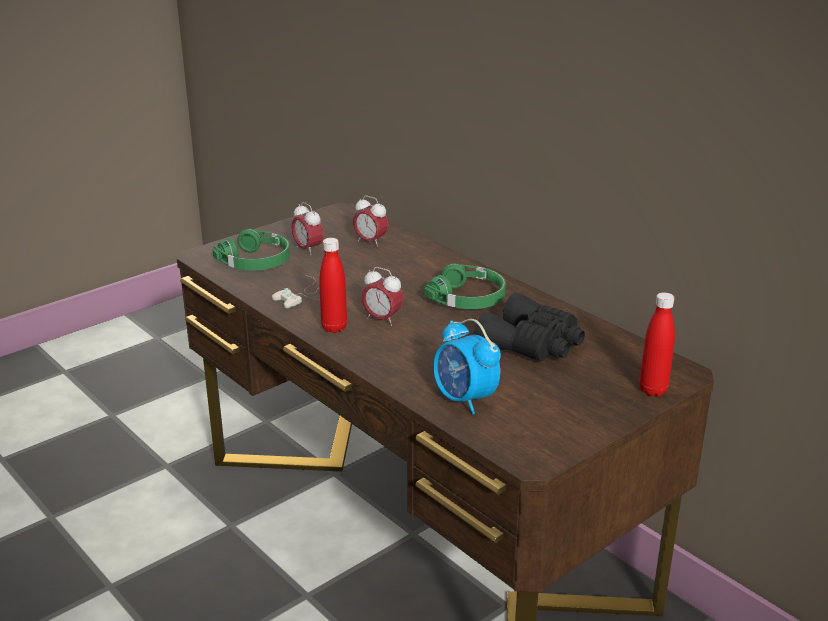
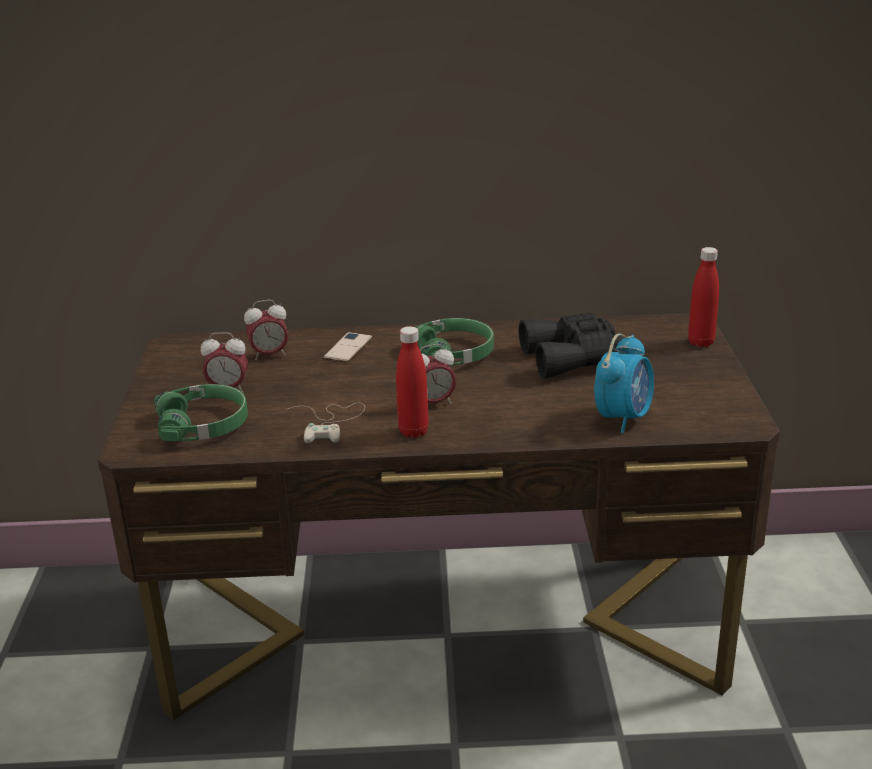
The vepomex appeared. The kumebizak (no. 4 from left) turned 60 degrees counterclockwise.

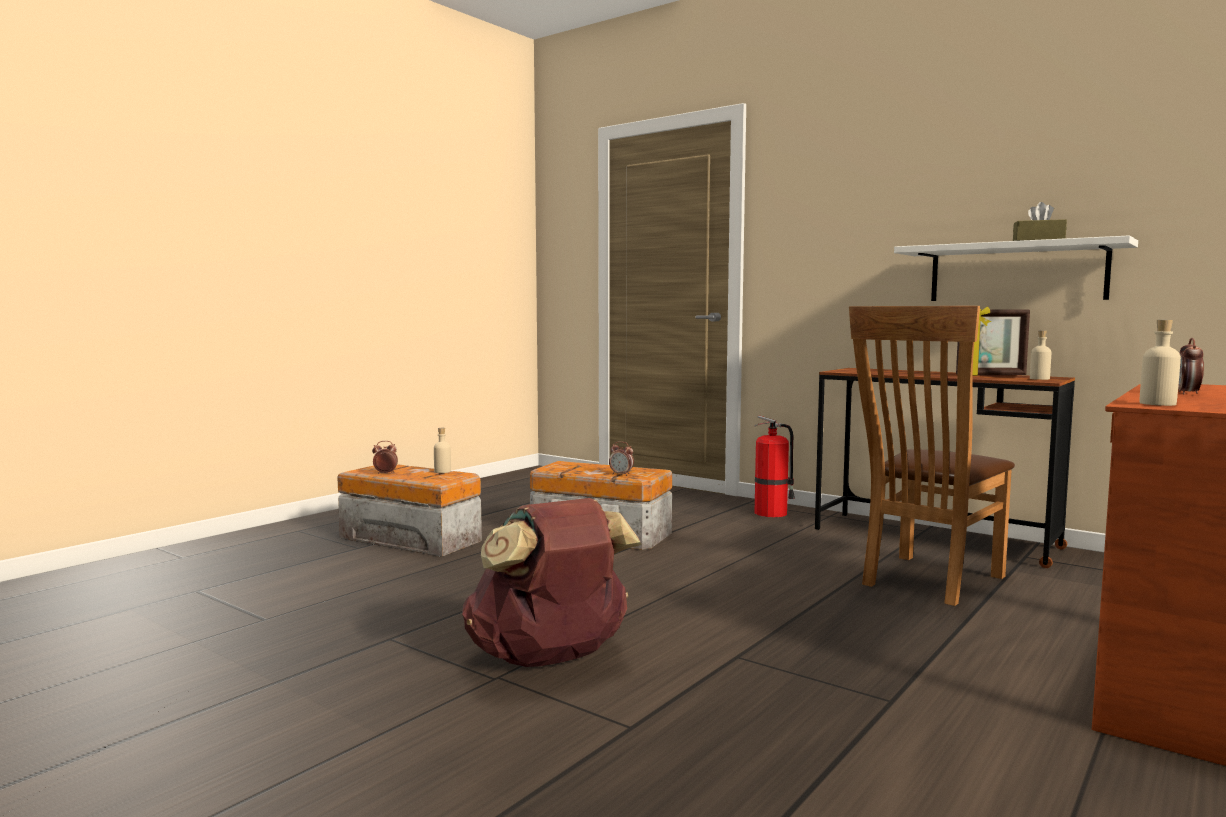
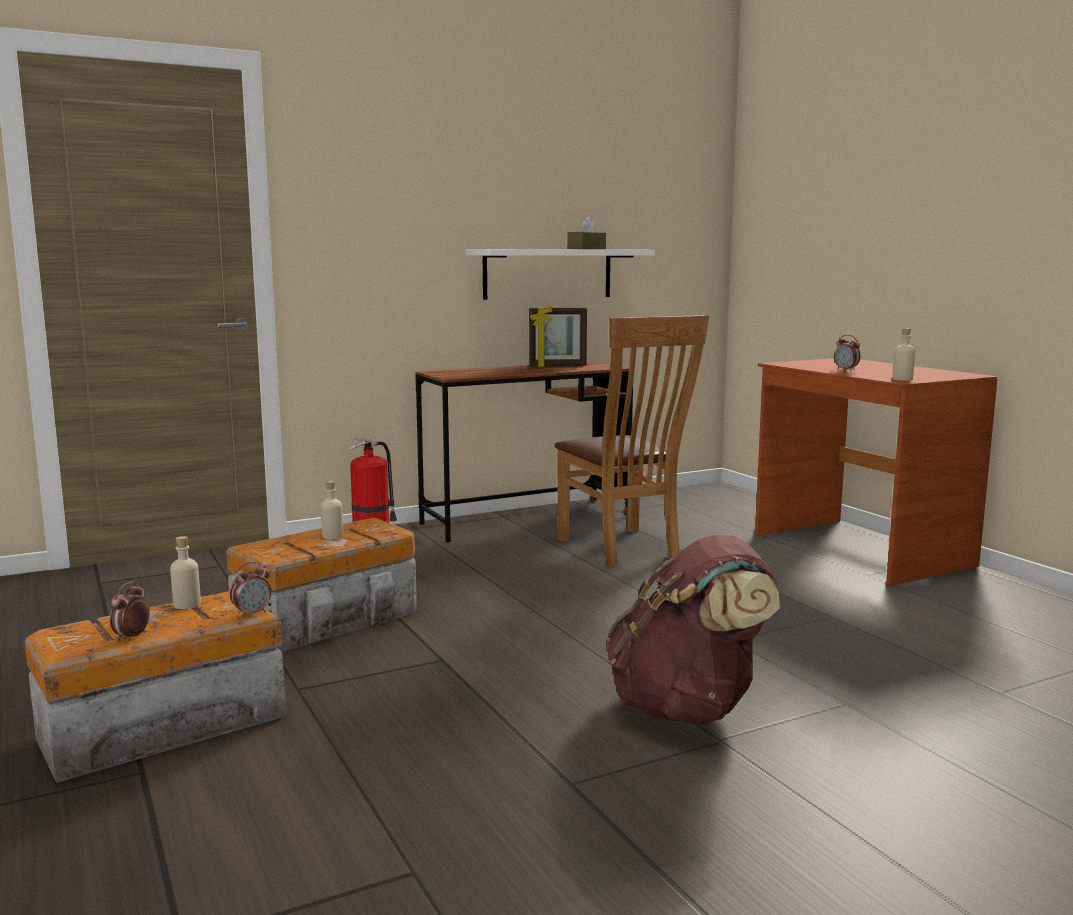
The kumebizak (no. 2 from left) moved. The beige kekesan (no. 2 from left) moved. The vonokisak turned 60 degrees clockwise.

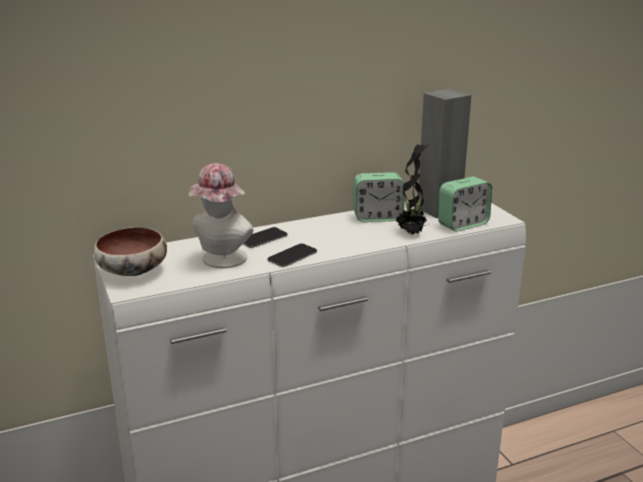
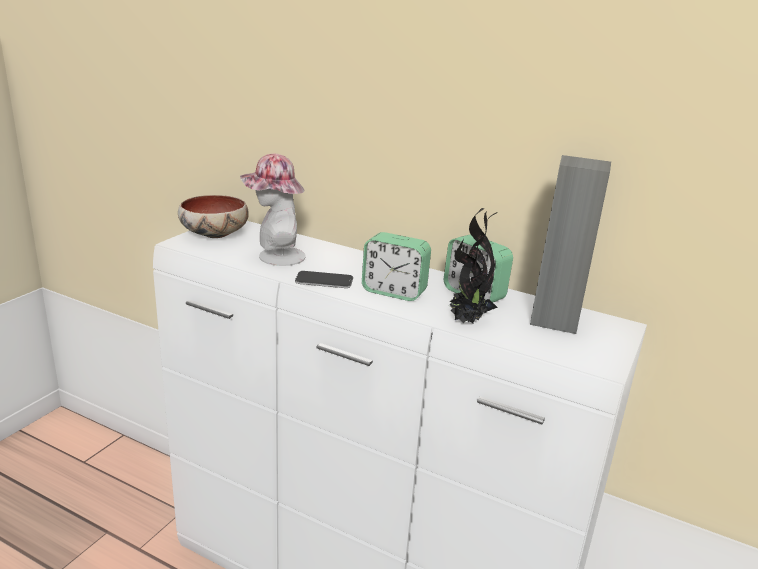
The vepomex (no. 1 from left) disappeared. The kumebizak (no. 2 from left in the first image) moved.

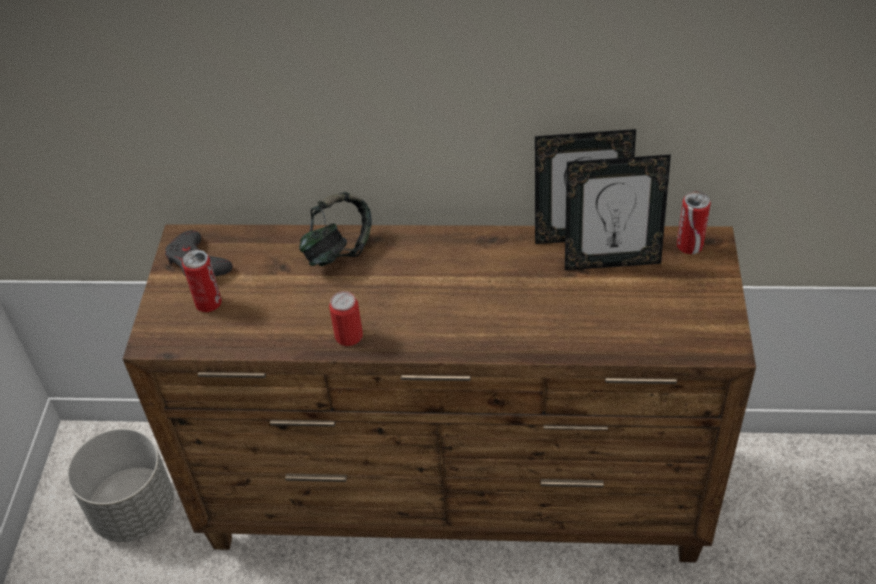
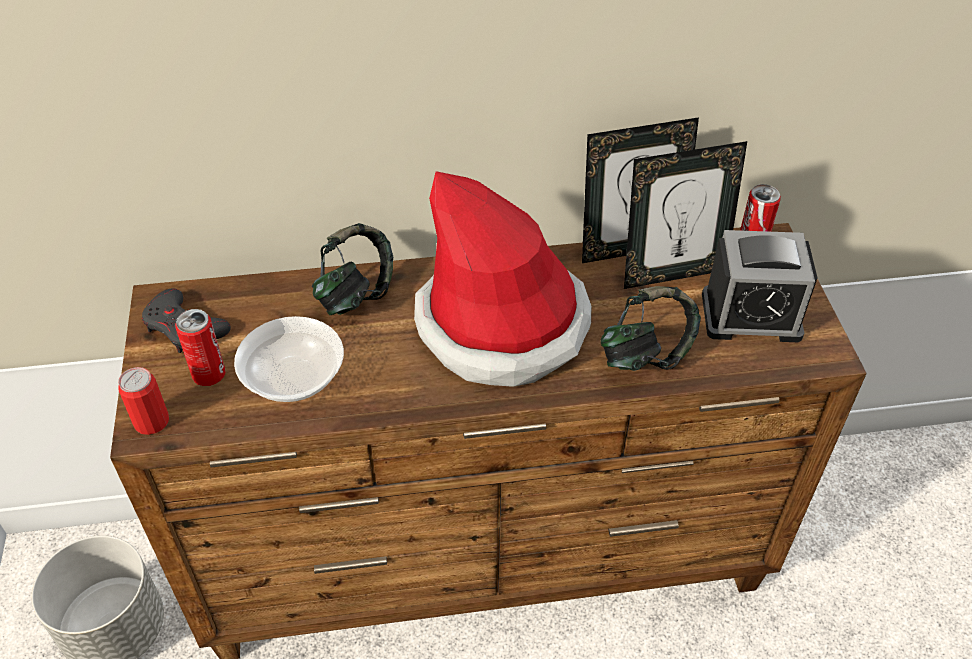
The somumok appeared. The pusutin appeared. The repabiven (no. 2 from left) appeared. The kumebizak appeared. The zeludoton (no. 2 from left in the first image) moved.

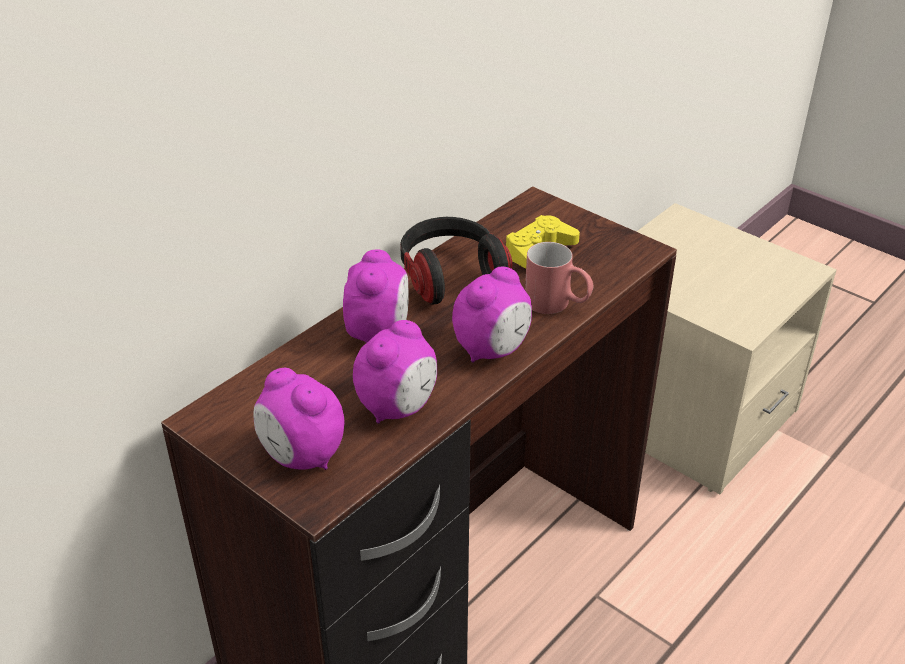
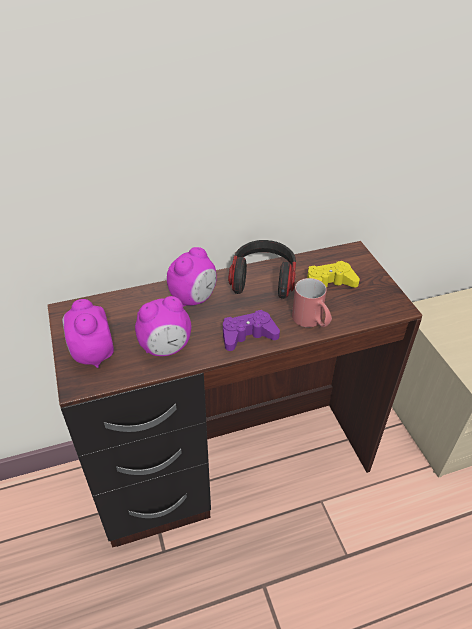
The kumebizak (no. 4 from left) was replaced by the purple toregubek.

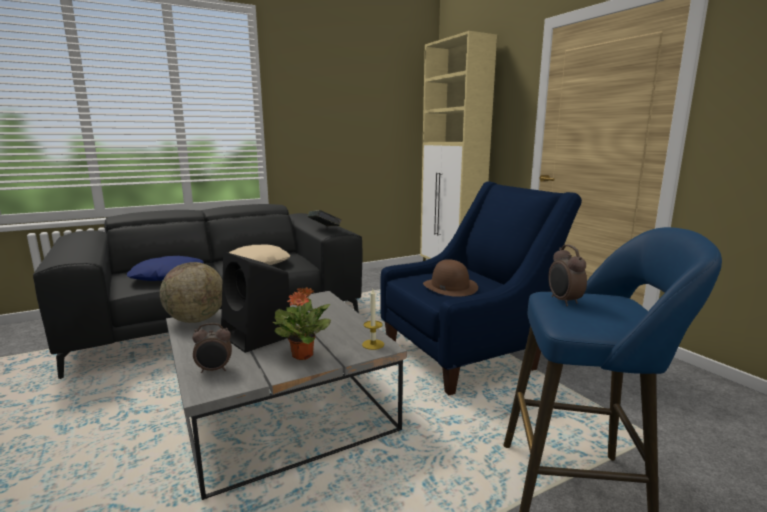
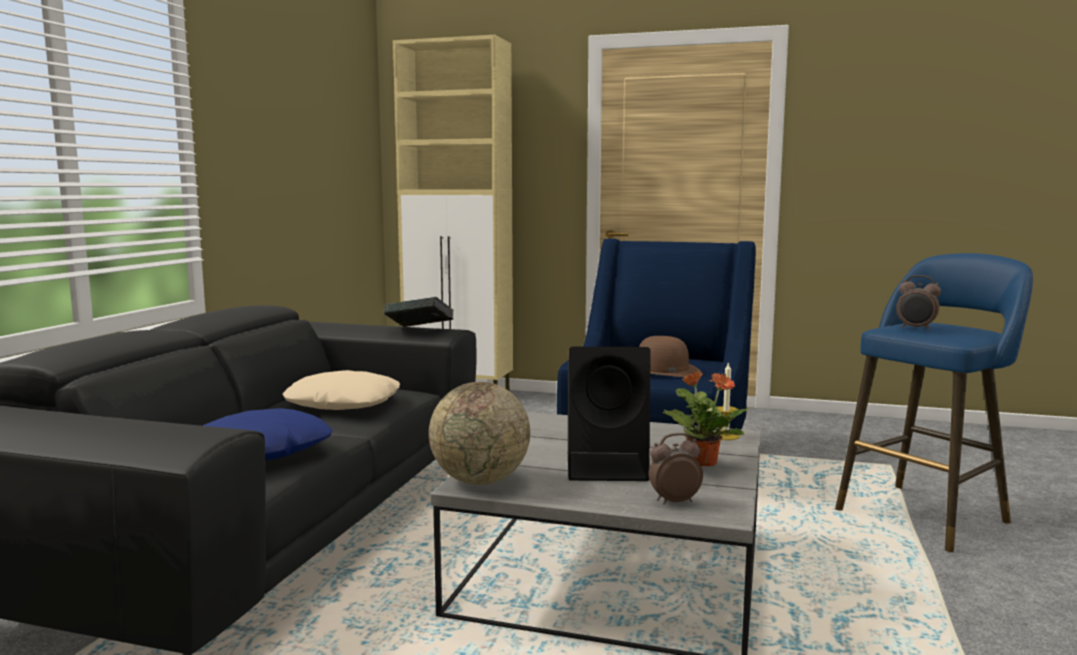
The kumebizak (no. 1 from left) turned 135 degrees counterclockwise.

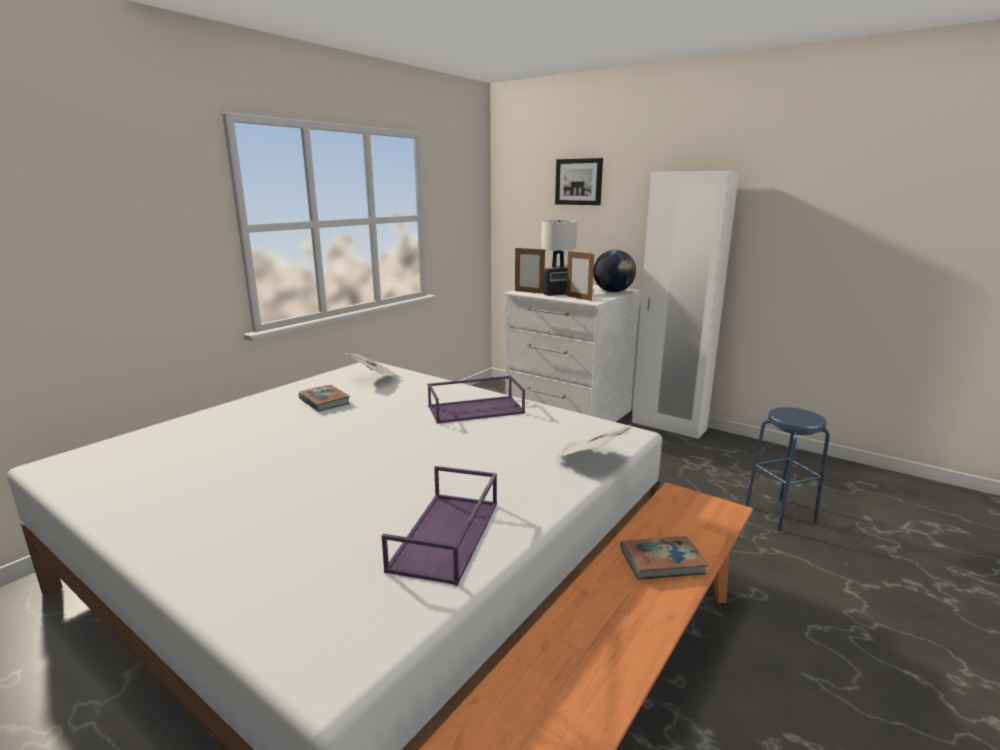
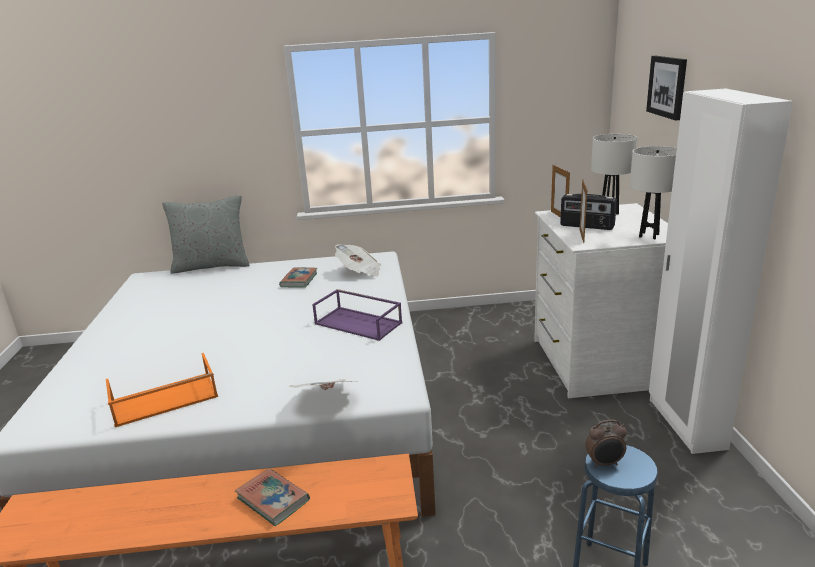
The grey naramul appeared. The kumebizak appeared. The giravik was replaced by the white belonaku (no. 2 from left). The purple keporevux (no. 1 from left) became the orange keporevux.

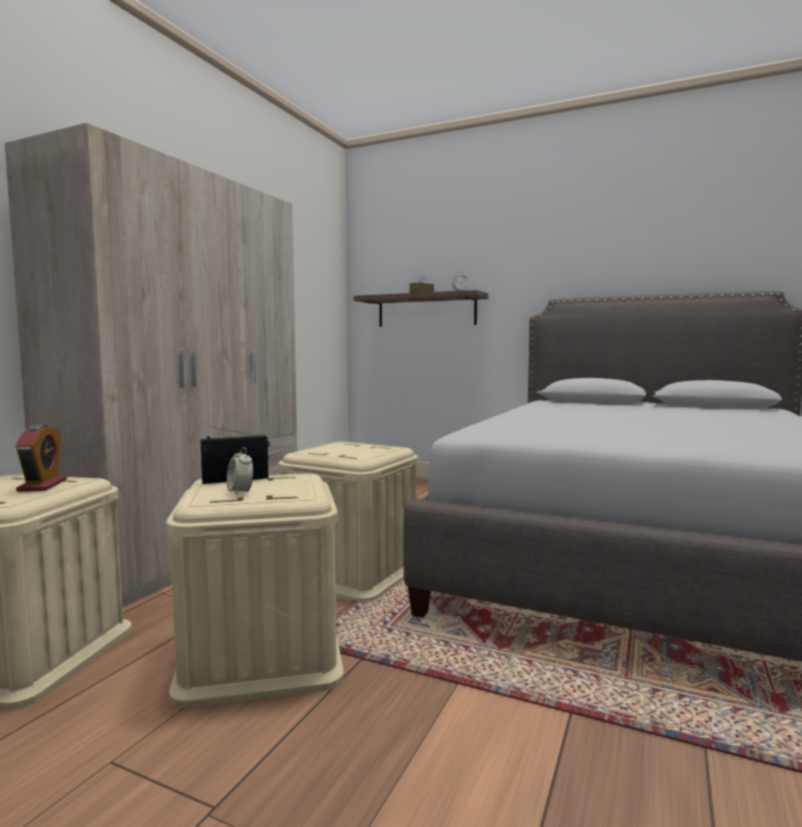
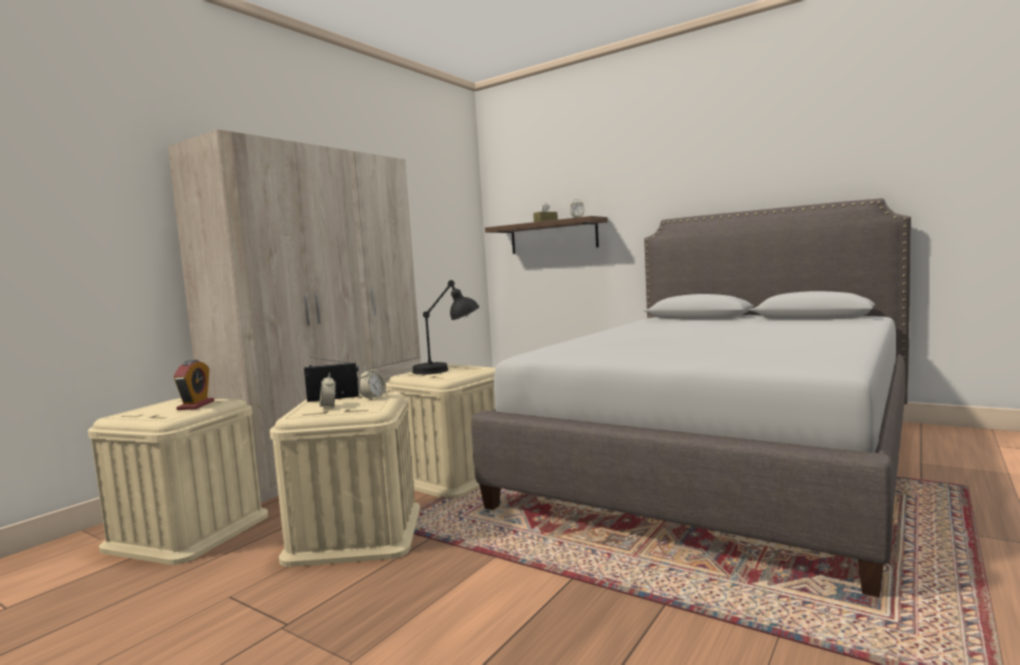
The kumebizak (no. 3 from left) appeared. The black belonaku appeared.

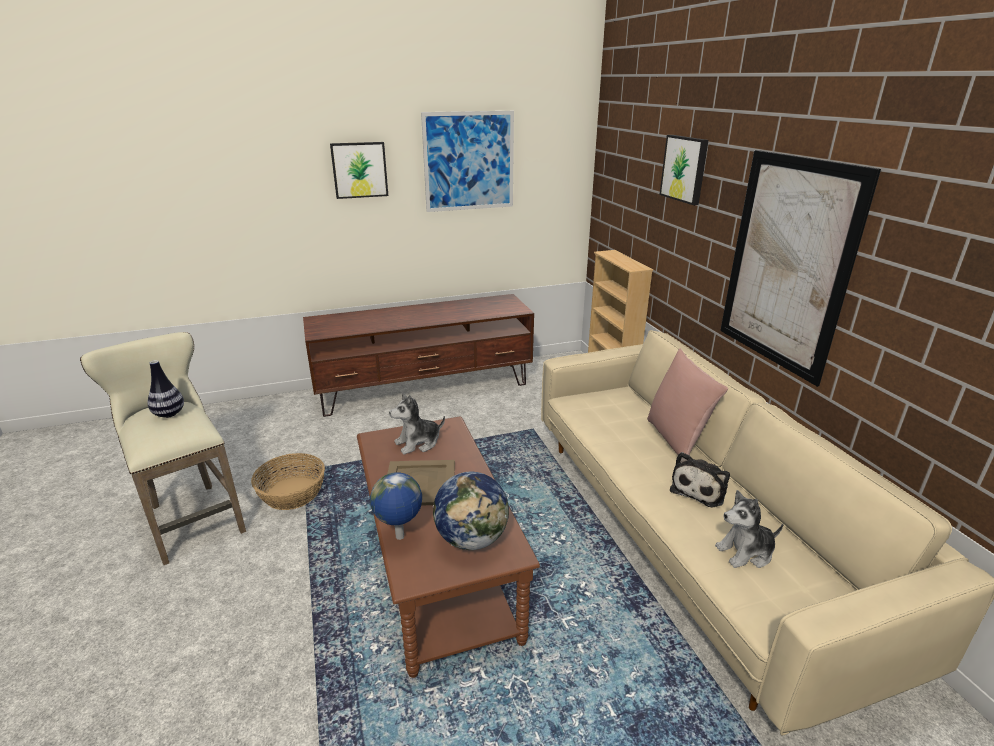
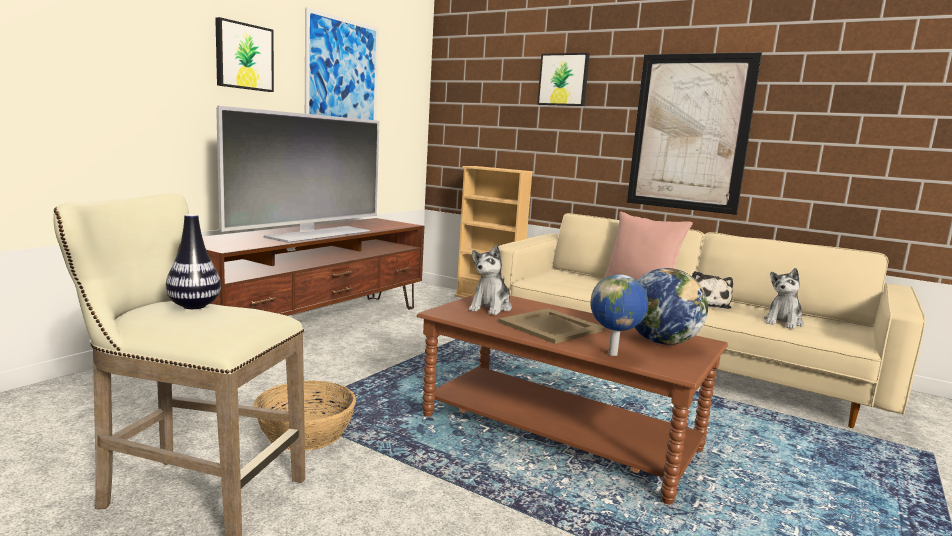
The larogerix appeared.

